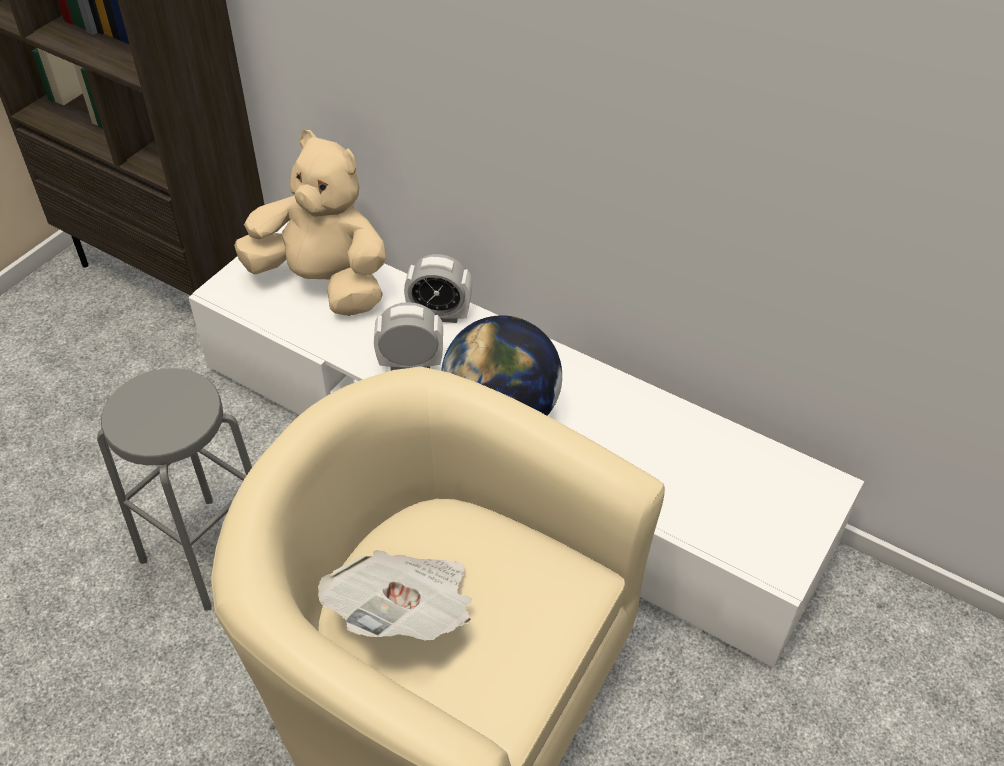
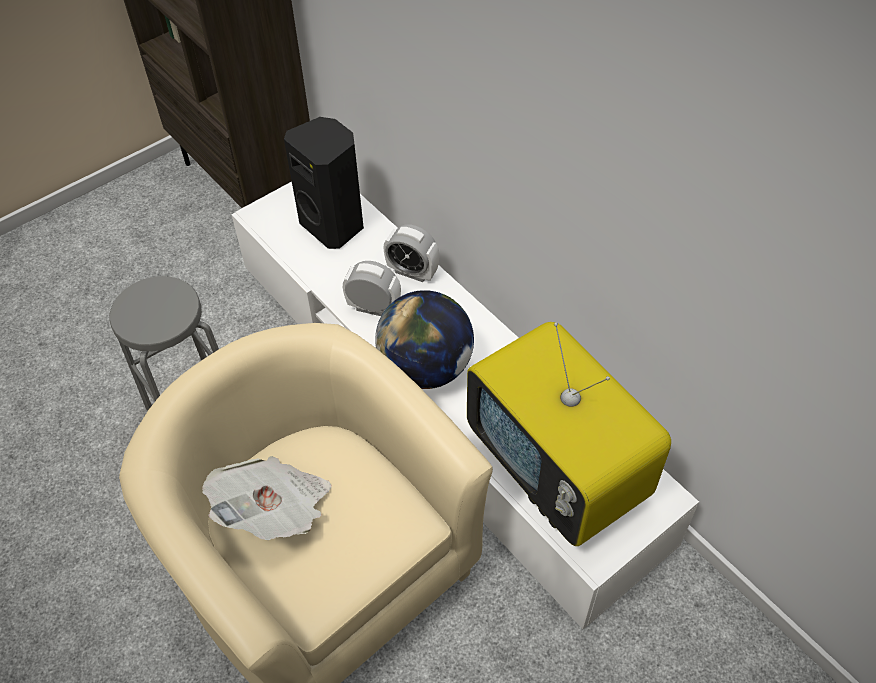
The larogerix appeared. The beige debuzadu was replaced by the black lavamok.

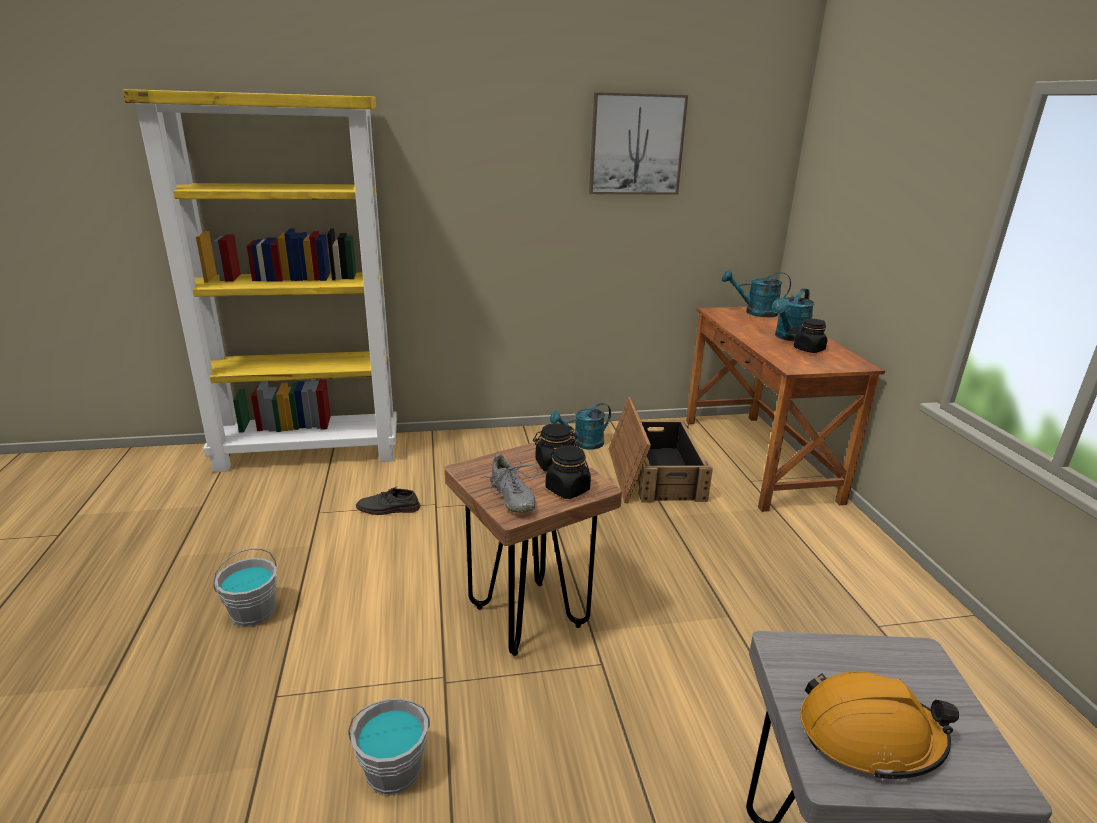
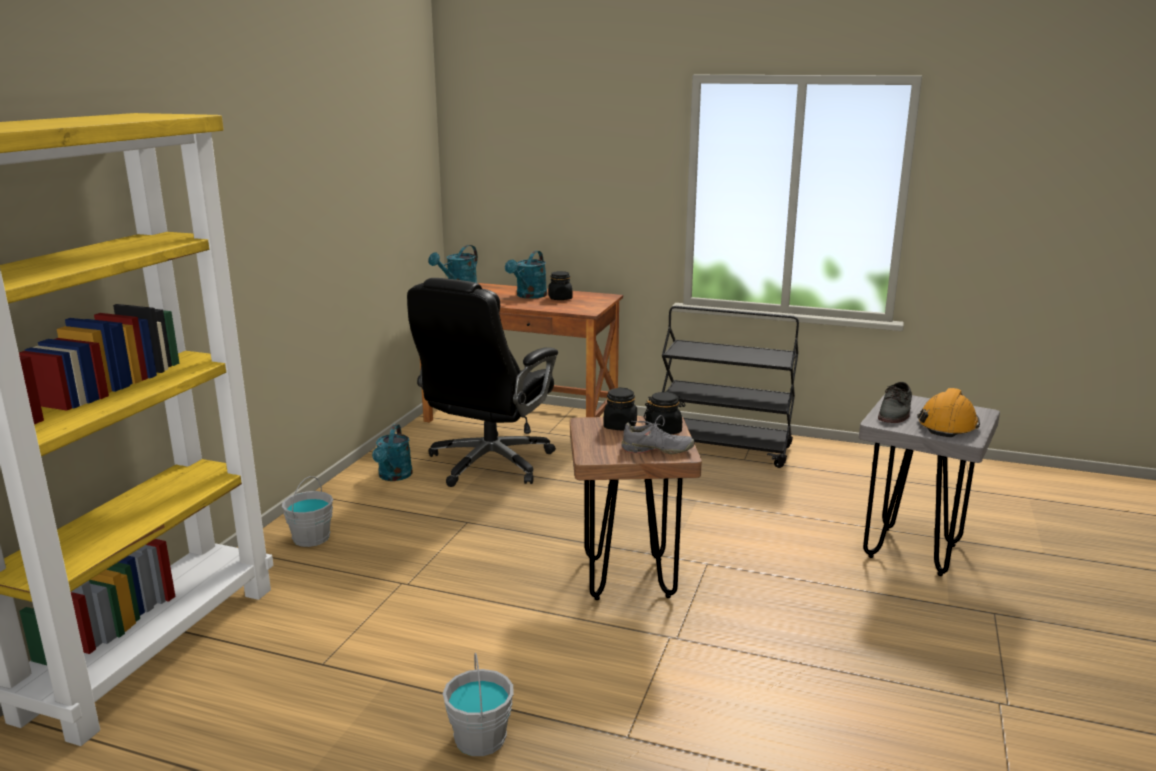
The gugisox disappeared. The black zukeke appeared. The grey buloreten (no. 2 from left in the first image) moved. The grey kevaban (no. 1 from left in the first image) moved. The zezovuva was replaced by the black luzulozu. The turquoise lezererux (no. 3 from left) turned 45 degrees clockwise.

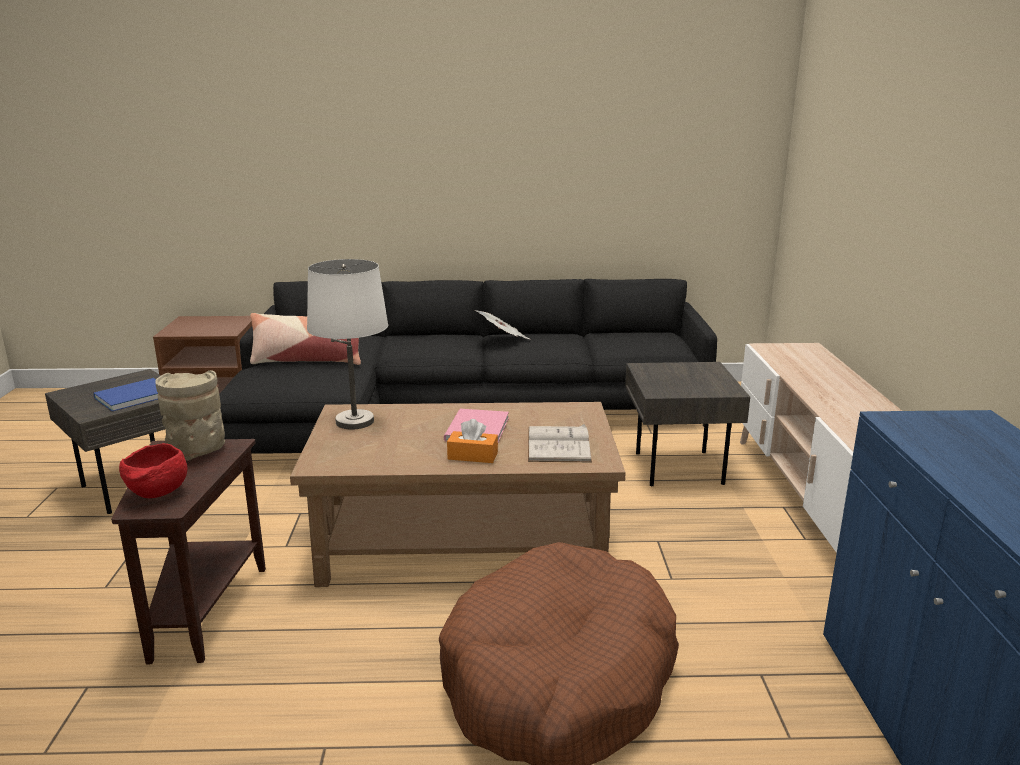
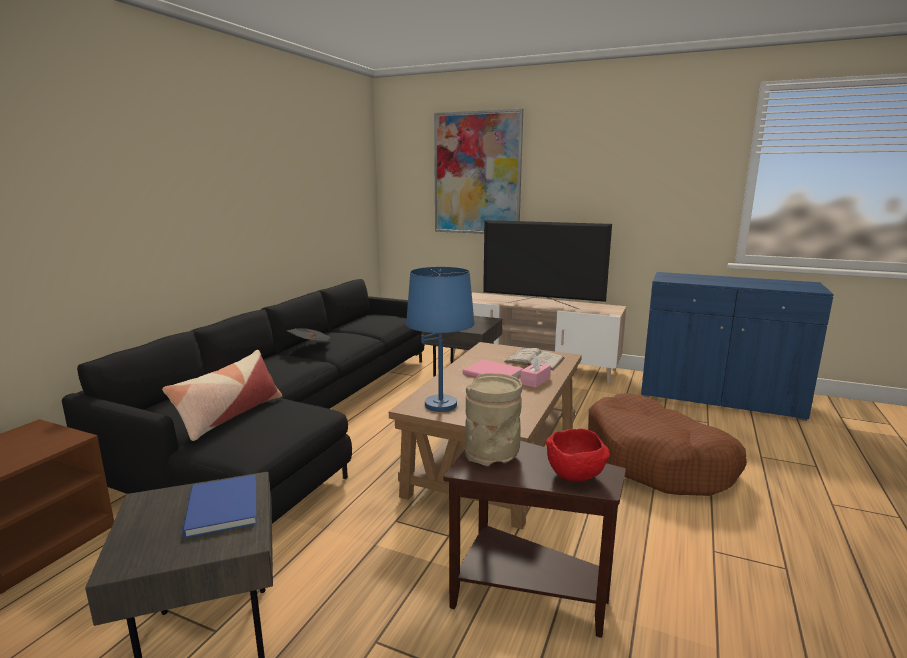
The gugisox appeared. The larogerix appeared. The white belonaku became the blue belonaku. The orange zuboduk became the pink zuboduk.

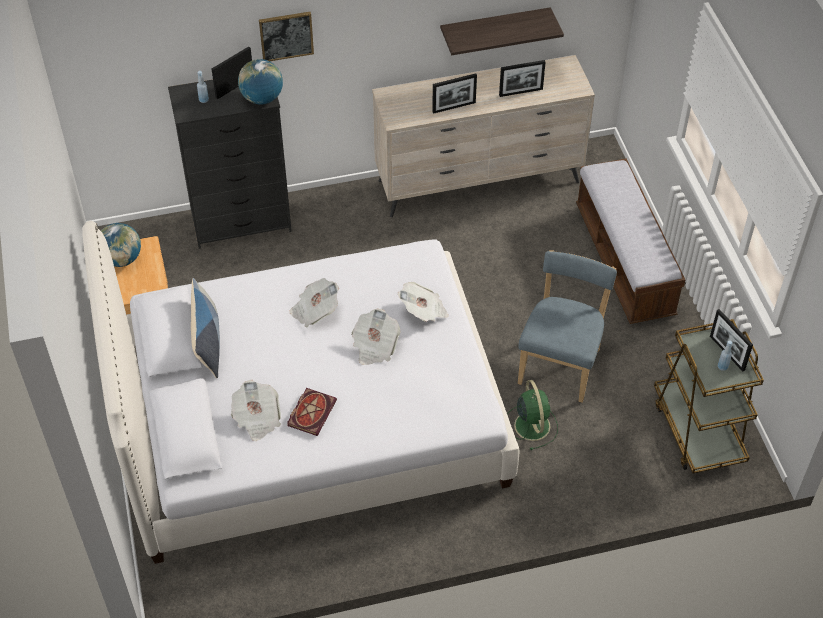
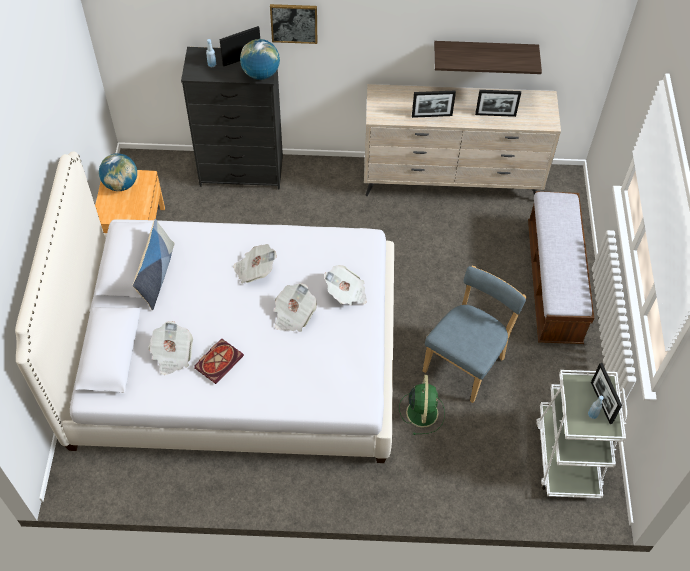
The brown zukeke became the white zukeke.

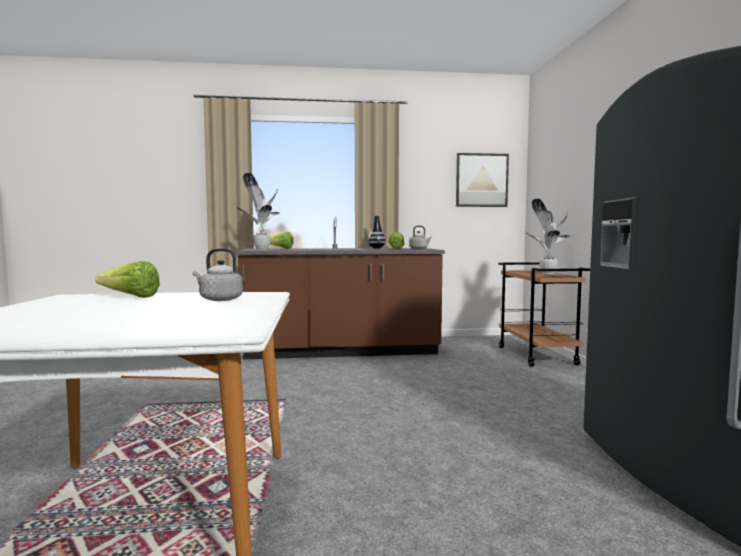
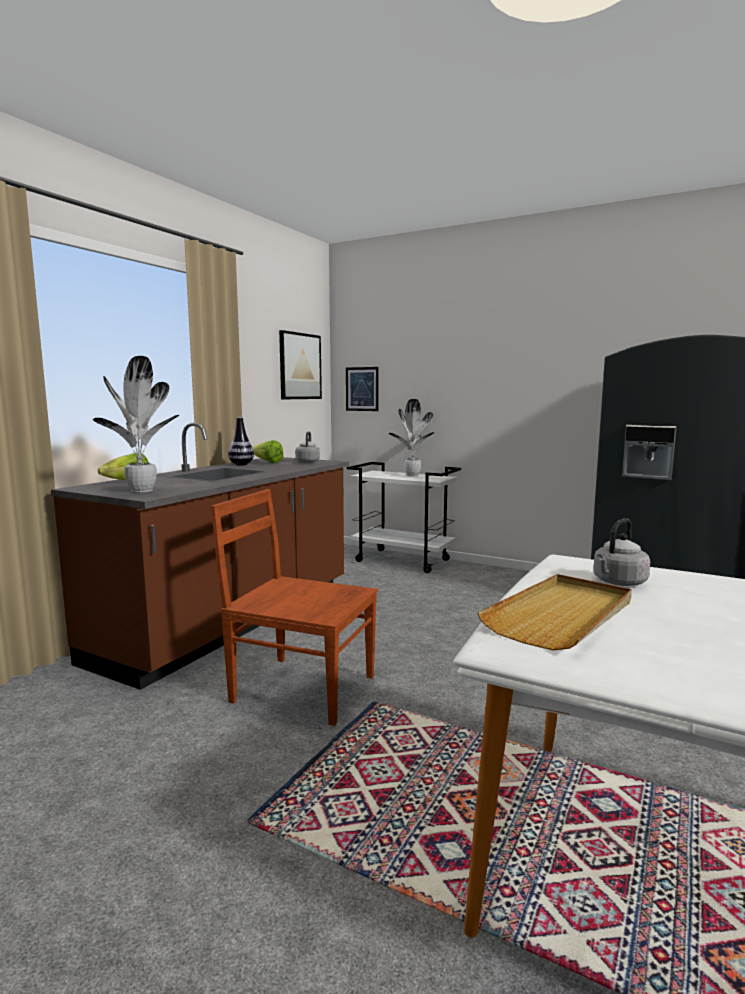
The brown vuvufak appeared. The gugisox (no. 2 from left) appeared. The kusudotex (no. 1 from left) was replaced by the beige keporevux. The brown zukeke became the white zukeke.

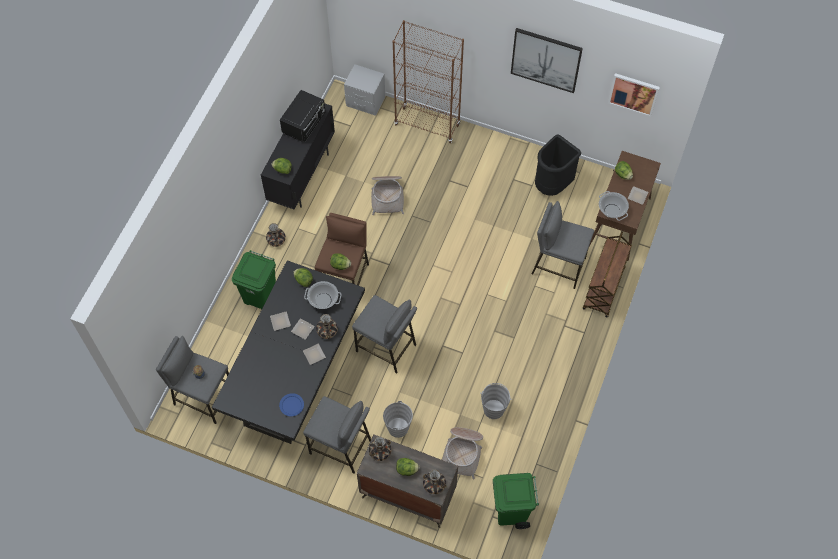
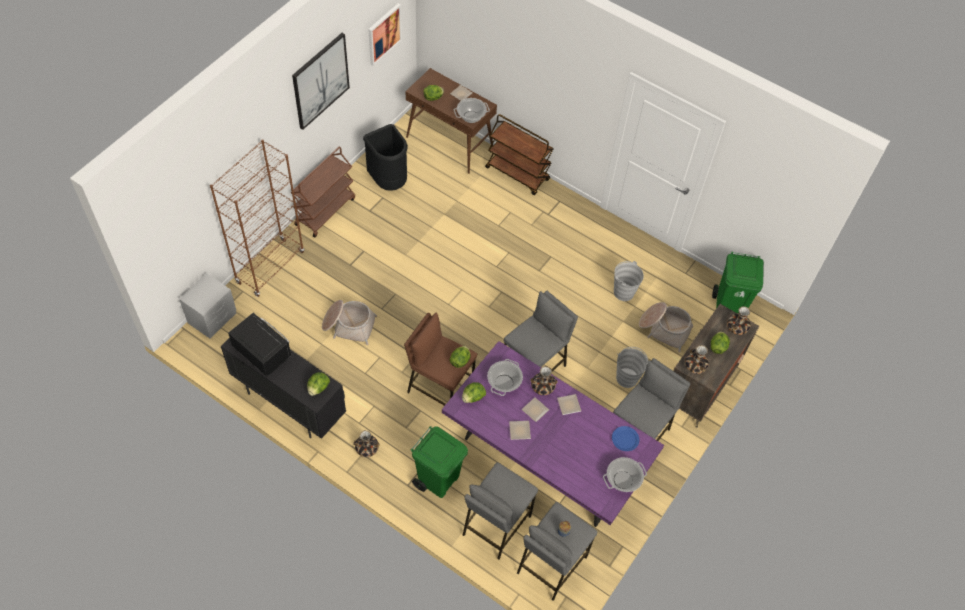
The brown zukeke (no. 1 from left) appeared. The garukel (no. 3 from left) appeared. The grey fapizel (no. 4 from left in the first image) moved. The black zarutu became the purple zarutu.

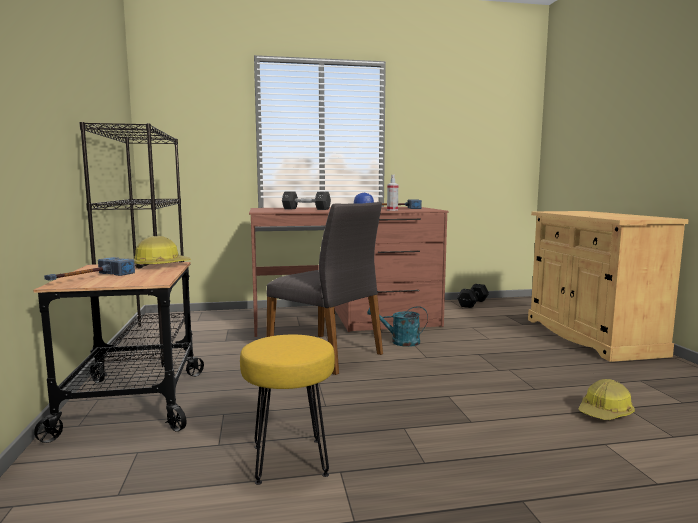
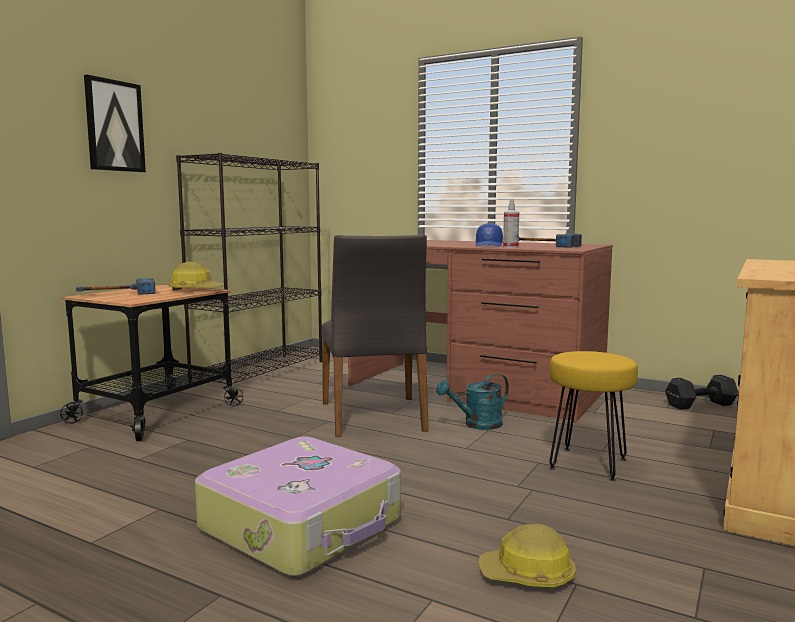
The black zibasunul (no. 1 from left) disappeared. The gugisox appeared. The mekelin appeared. The yellow fapizel moved. The turquoise lezererux turned 75 degrees counterclockwise.

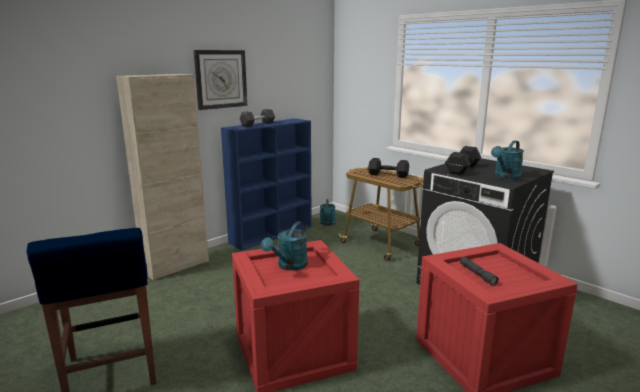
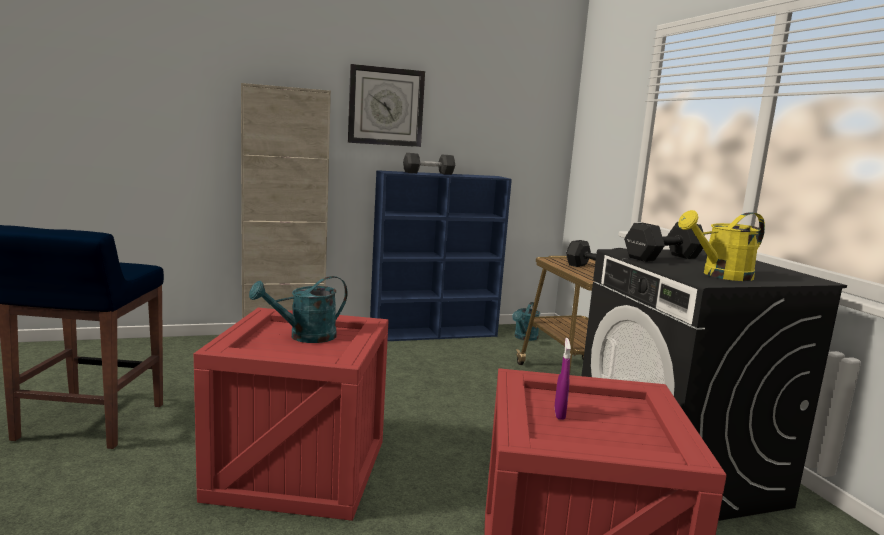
The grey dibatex was replaced by the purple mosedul. The turquoise lezererux (no. 3 from left) became the yellow lezererux.

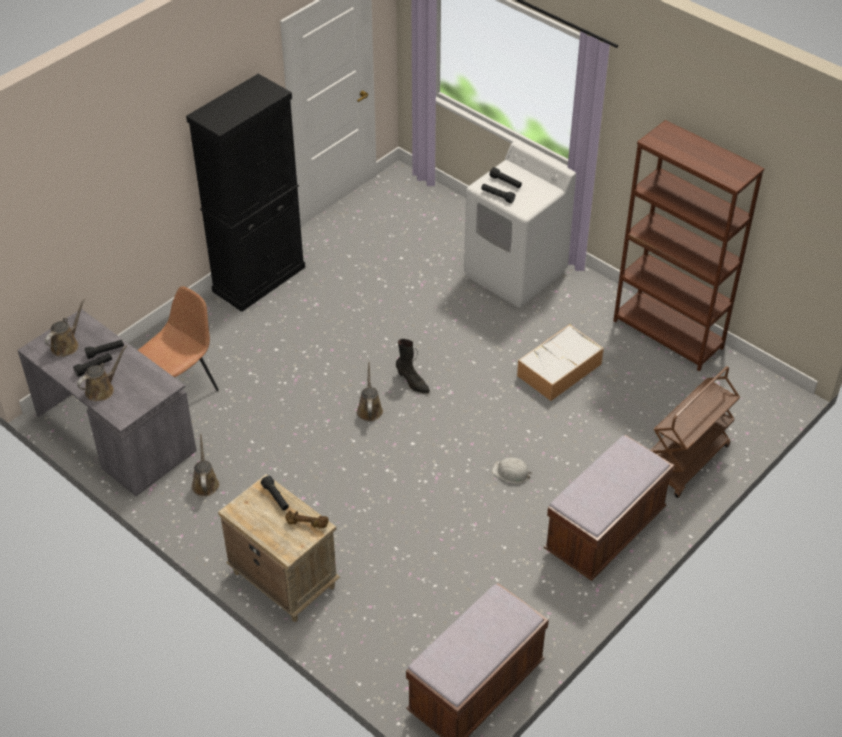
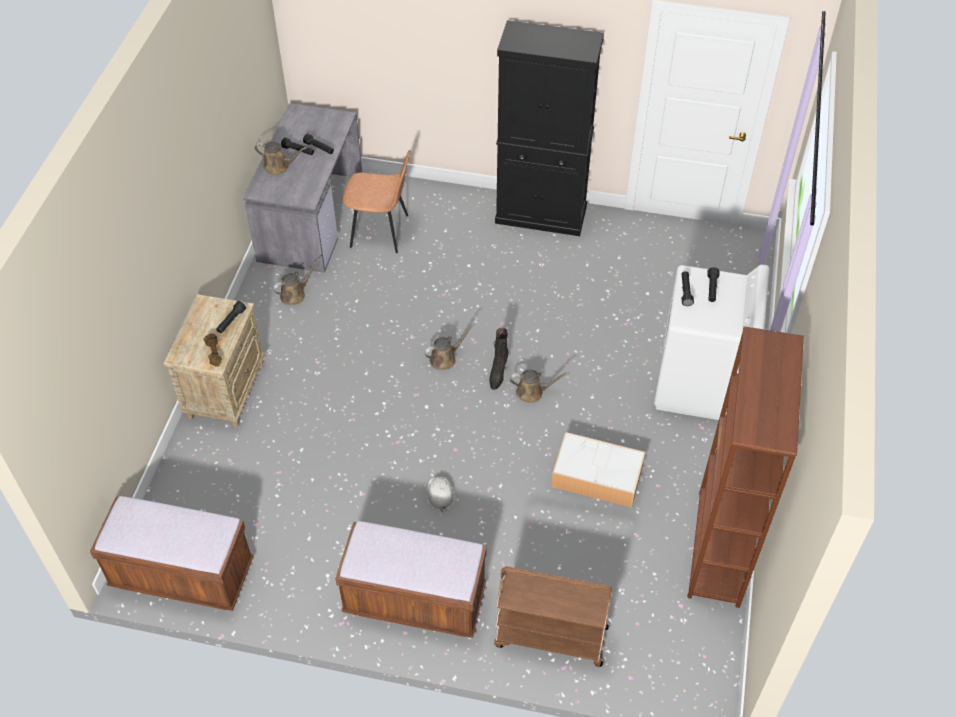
The brown lezererux (no. 1 from left in the first image) moved.

